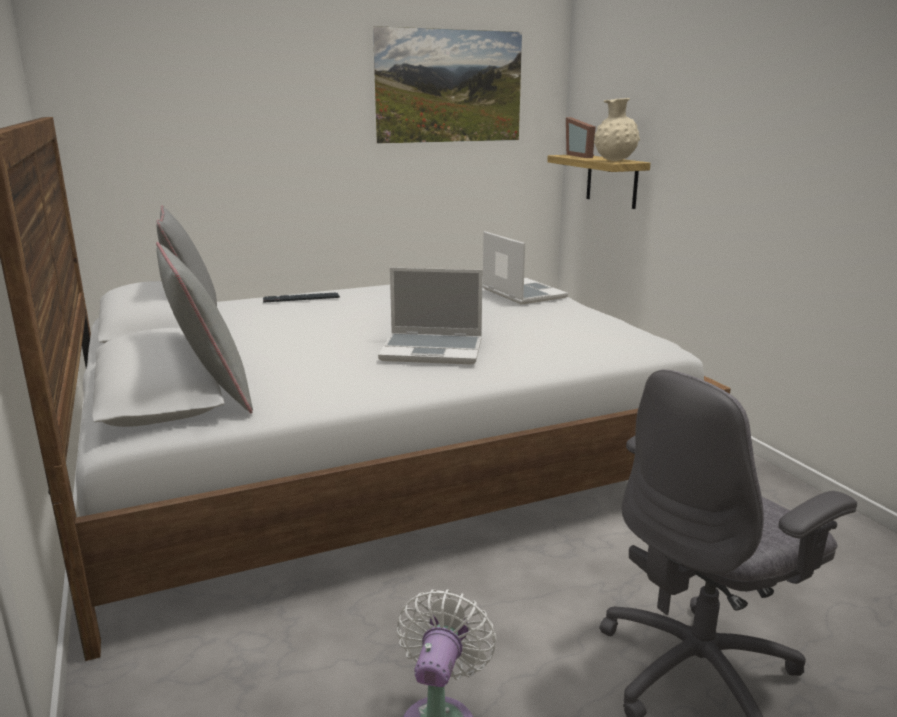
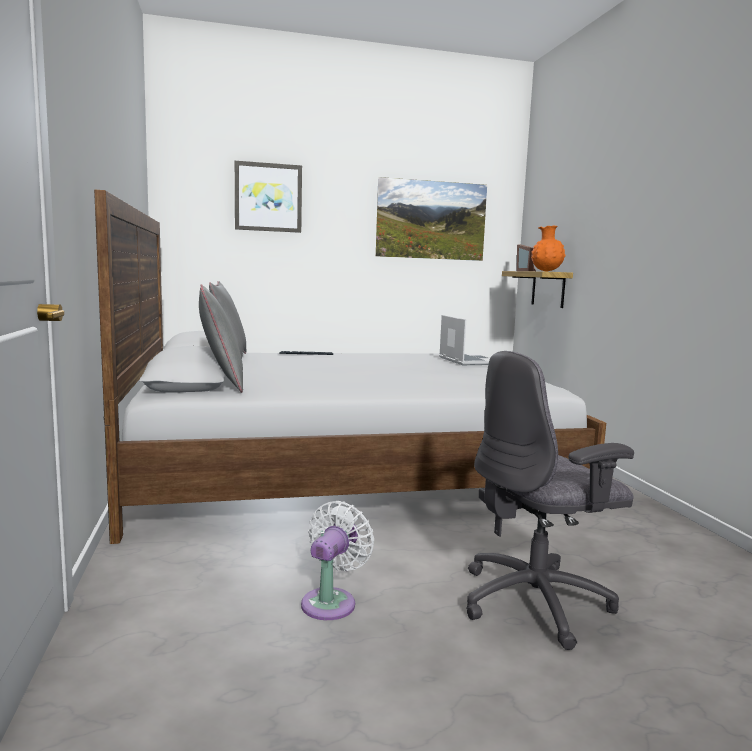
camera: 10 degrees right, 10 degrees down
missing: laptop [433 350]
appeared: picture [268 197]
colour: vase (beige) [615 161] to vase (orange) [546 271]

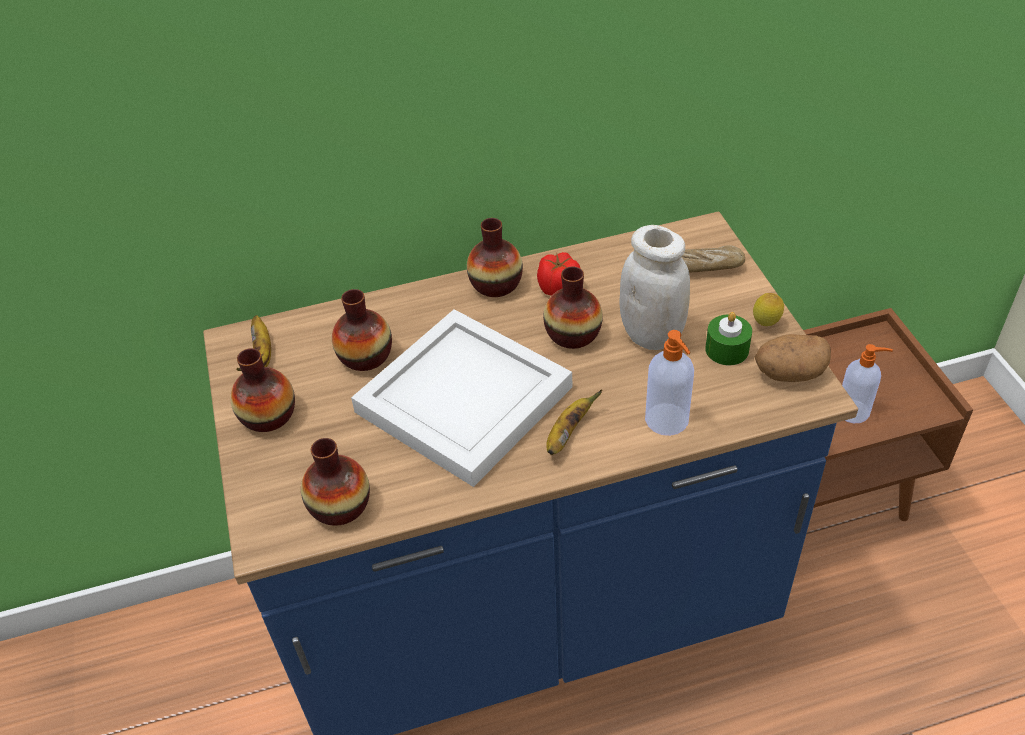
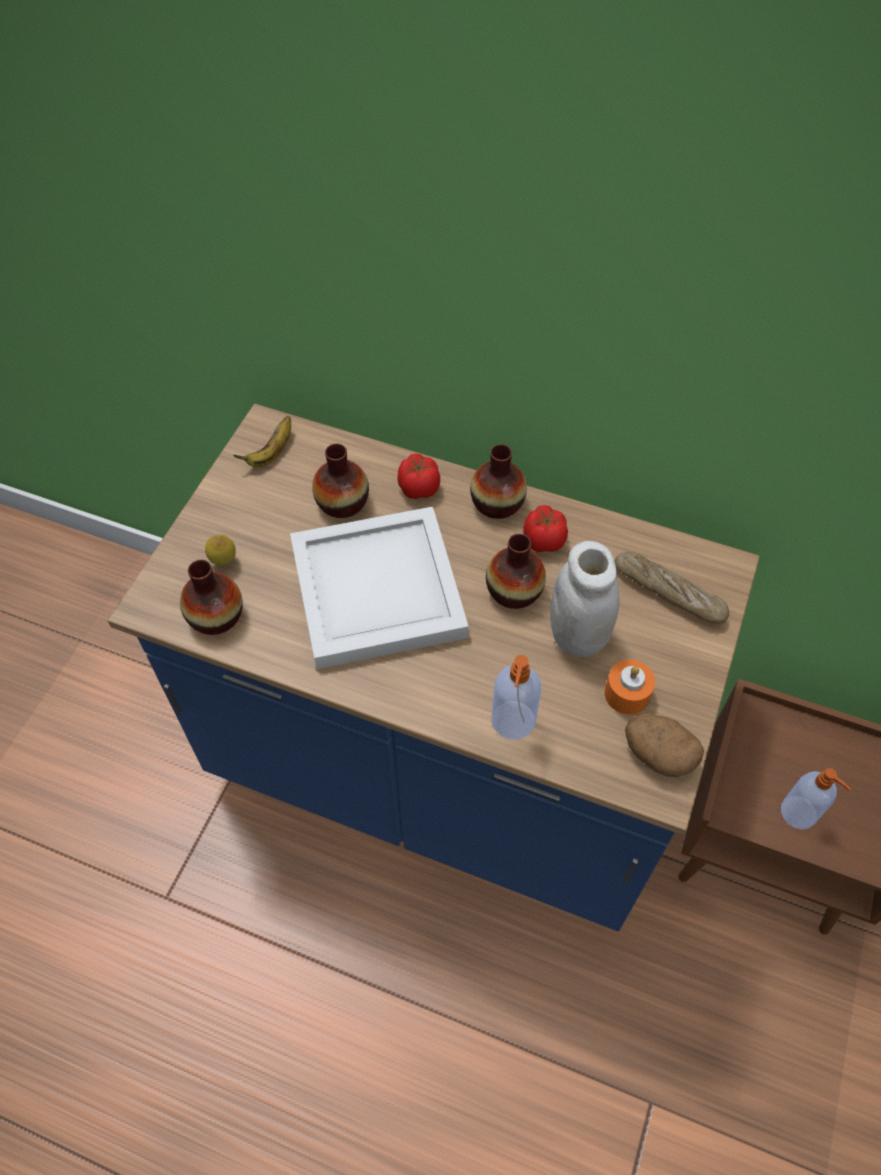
camera: 35 degrees right, 10 degrees up
missing: vase [268 415]; banana [567 433]
appeared: tomato [418 487]
relocated: lemon [765 325] to [224 562]
colour: candle (green) [727 349] to candle (orange) [627 694]

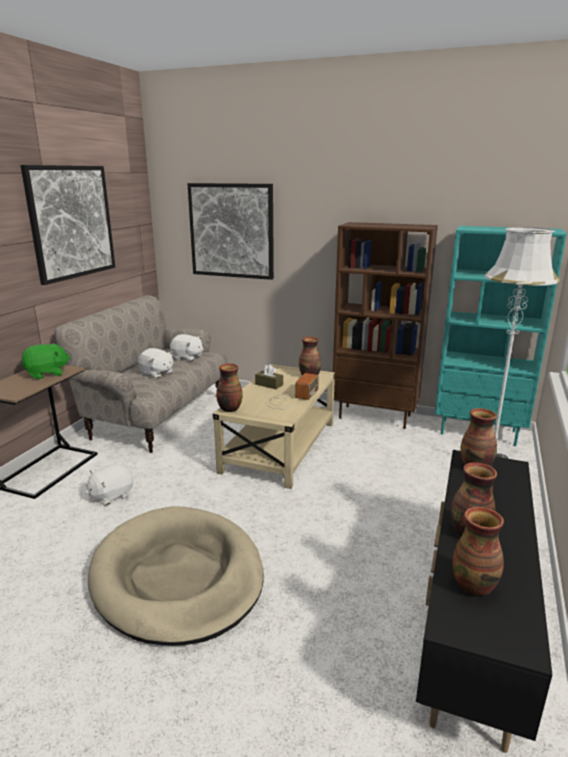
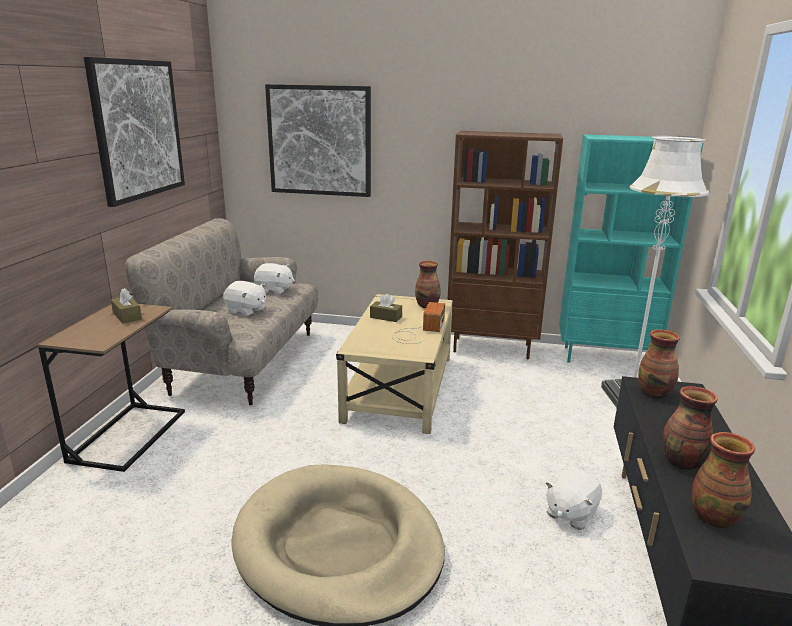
camera: 10 degrees left, 0 degrees up
missing: vase [229 409]
relocated: plush toy (white) [111 495] to [570 513]
exchanged: plush toy (green) [47 373] to tissue box (brown) [127 316]

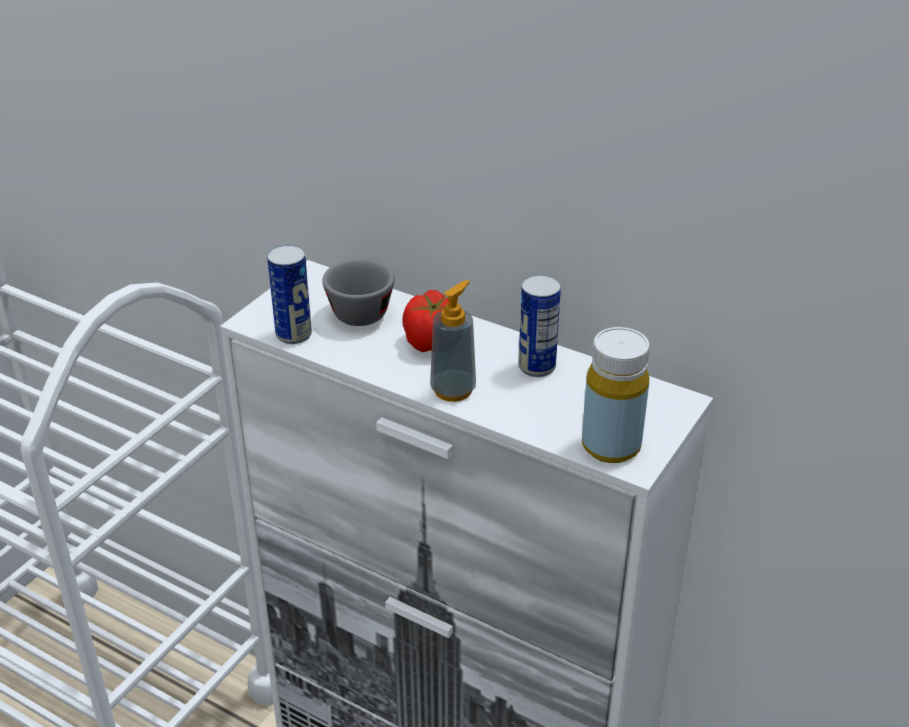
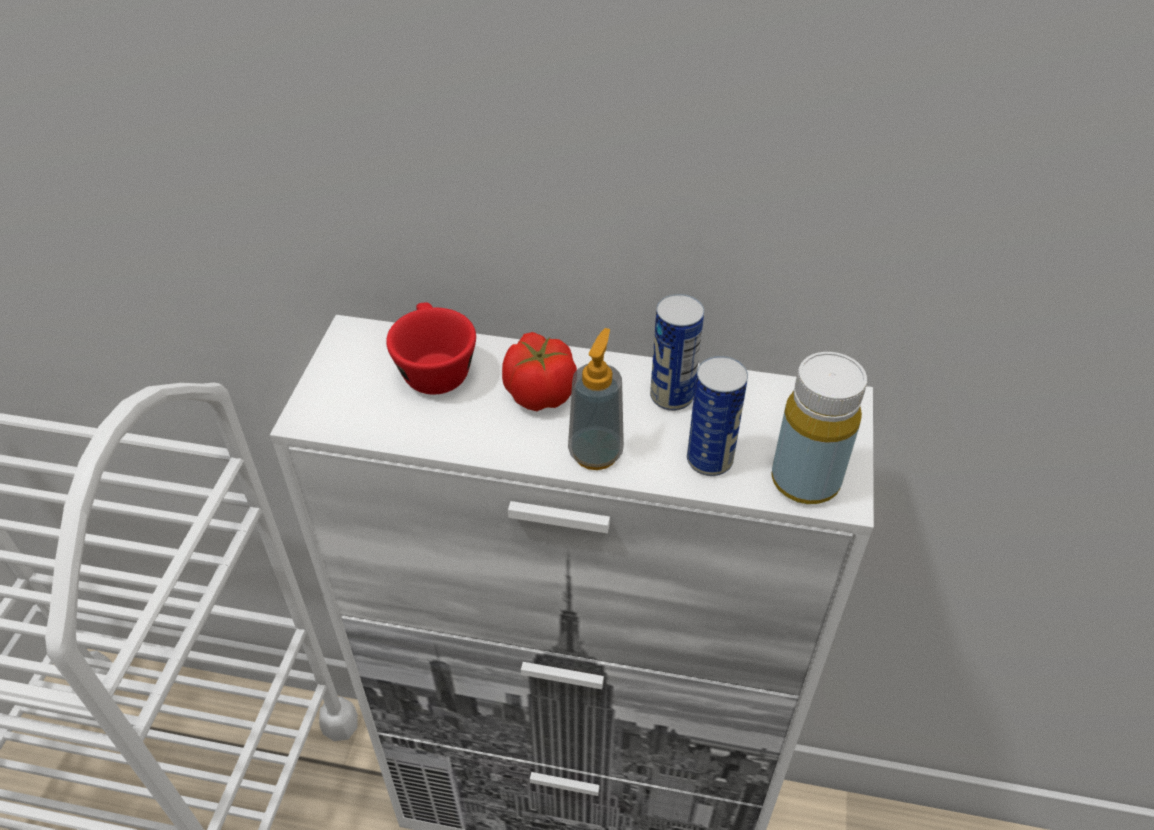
camera: 20 degrees left, 10 degrees up
relocated: can [293 334] to [709 460]
colour: cup (grey) [361 309] to cup (red) [433 368]

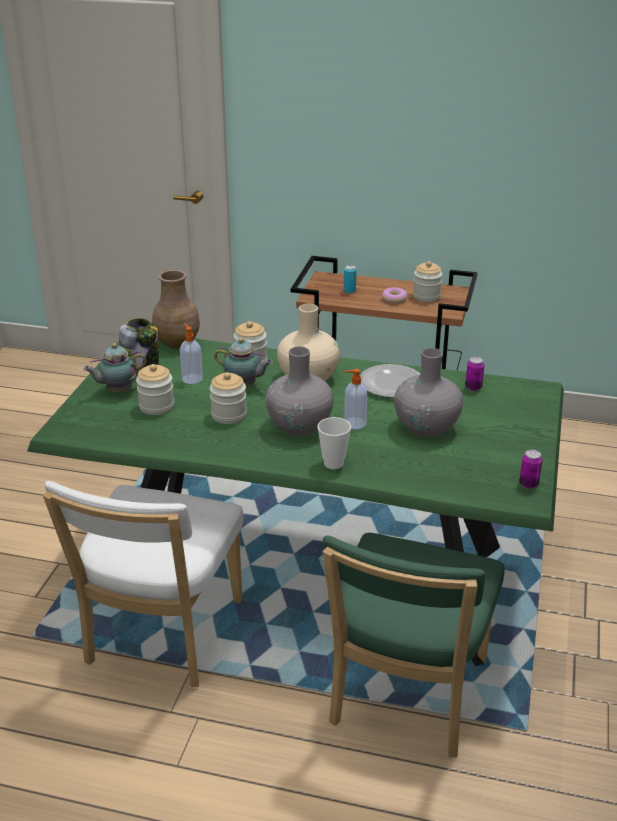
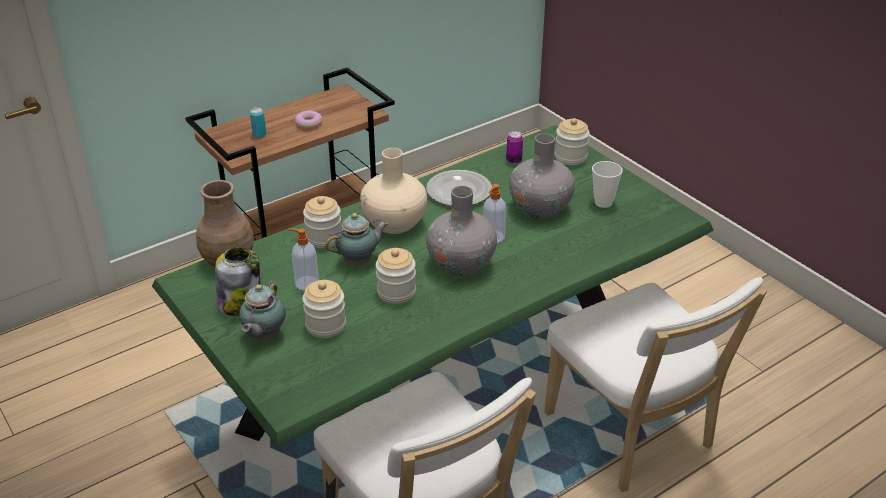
camera: 50 degrees left, 5 degrees up
missing: can [528 484]
relocated: cup [333 463] to [603 202]; jar [426 296] to [570 157]
colour: chair (green) [406 697] to chair (white) [633 435]

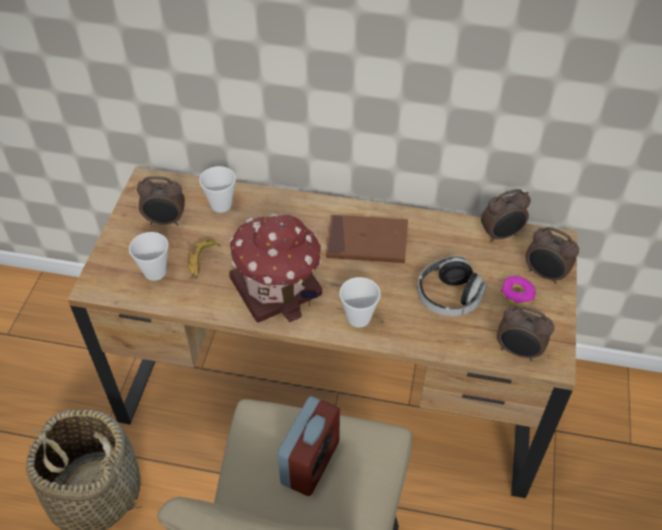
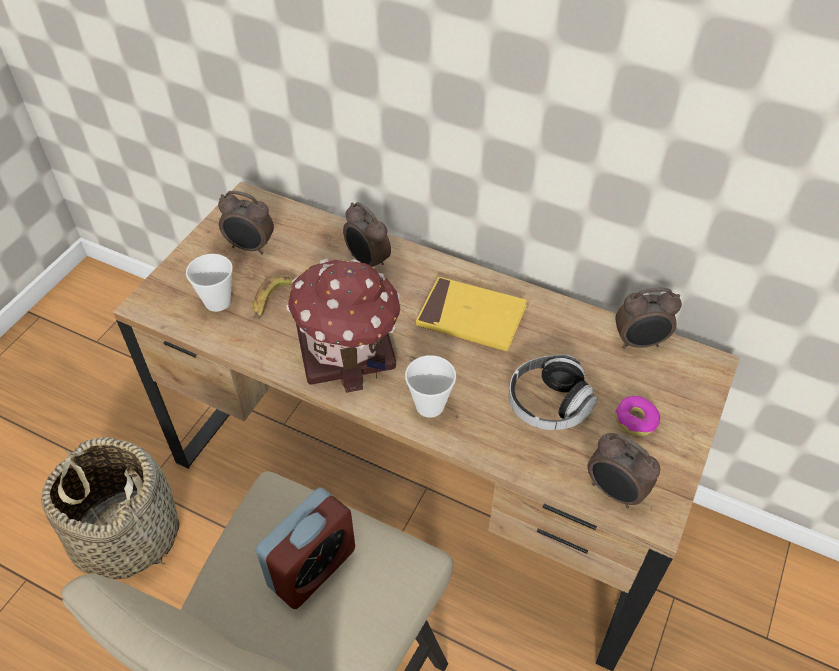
camera: 15 degrees right, 0 degrees up
missing: cup [221 205]
relocated: alarm clock [545 274] to [367 262]
colour: book (brown) [367 242] to book (yellow) [471 317]

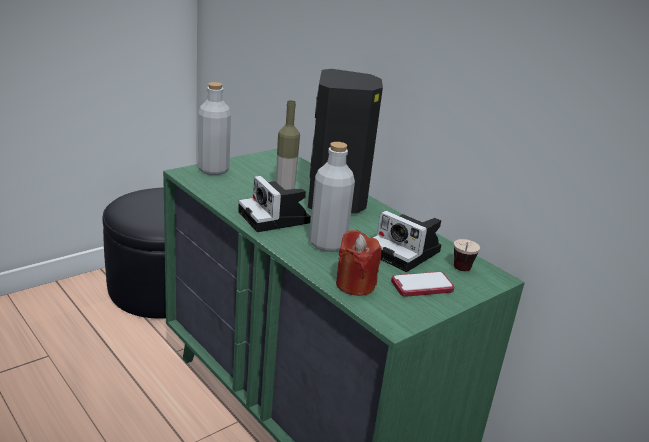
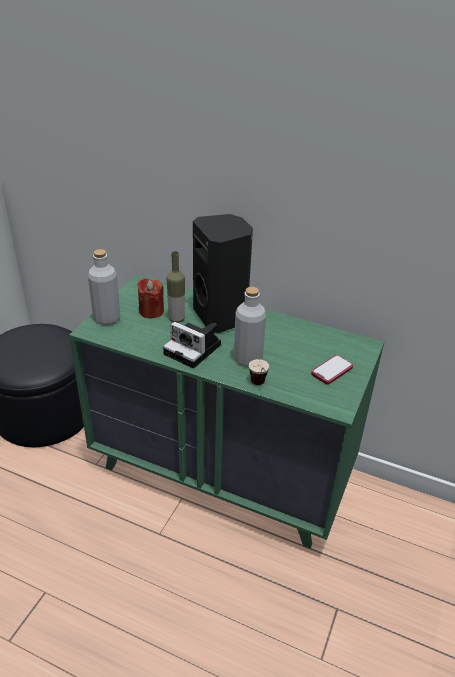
camera: 25 degrees left, 10 degrees up
missing: photo camera [406 253]
relocated: candle (red) [355 285] to [151 311]; cup [461 272] to [259 386]

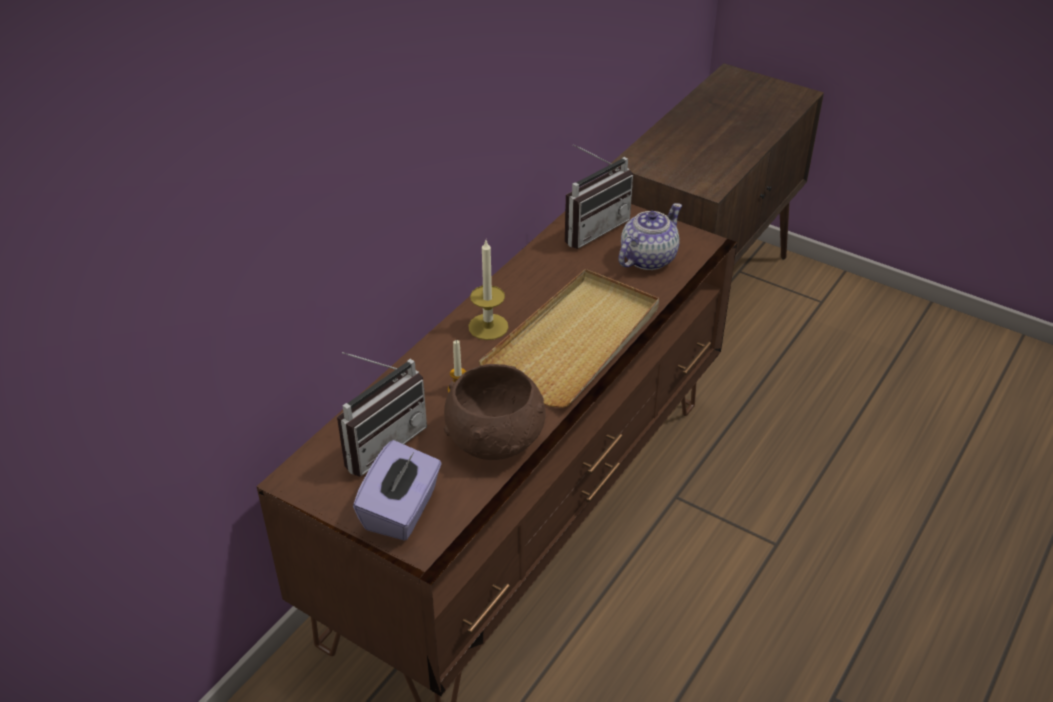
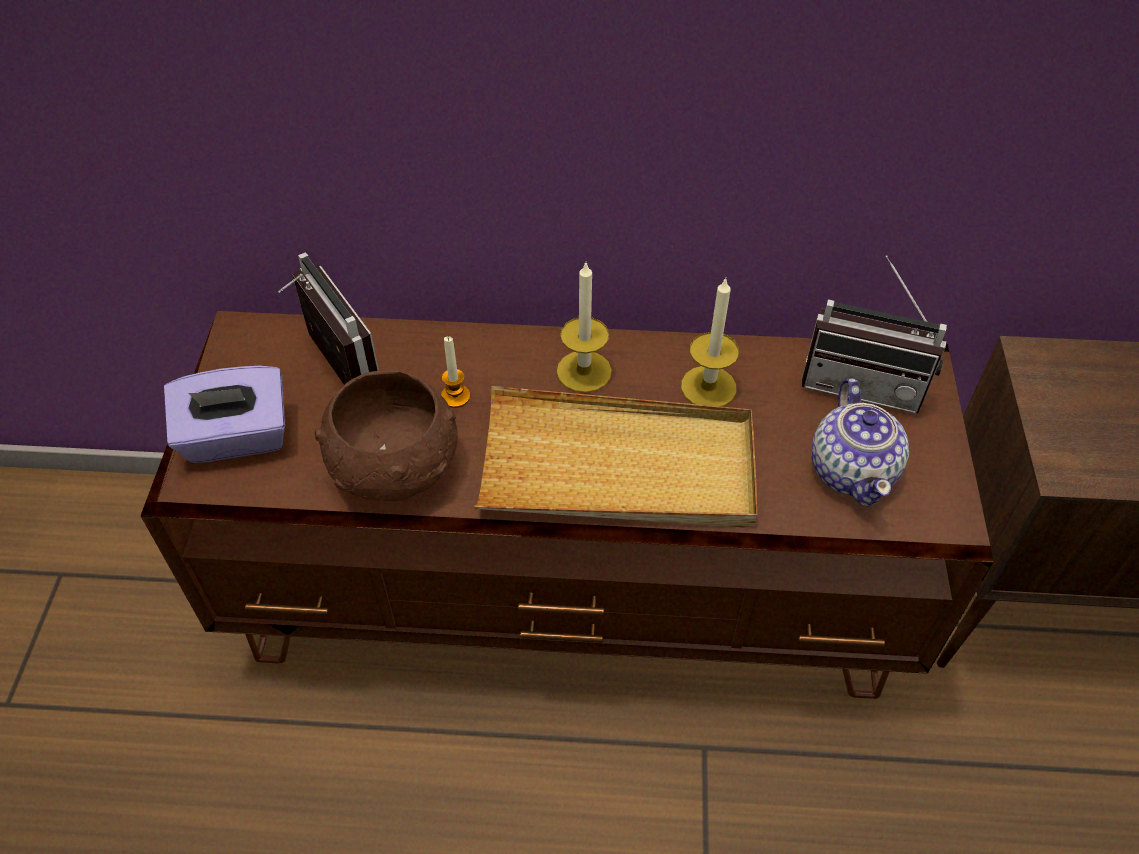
camera: 60 degrees right, 10 degrees up
appeared: candle [708 387]
spun: radio [379 441] = [331 370] 135 degrees counterclockwise; teapot [647 259] = [853 470] 75 degrees clockwise

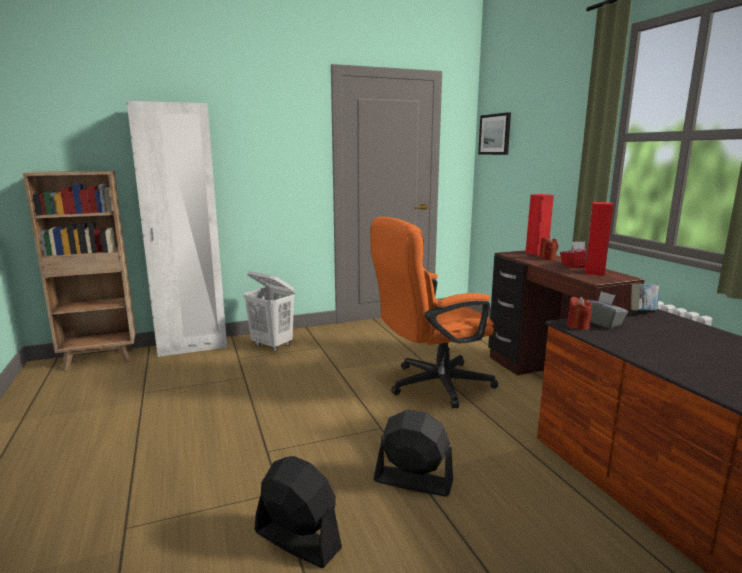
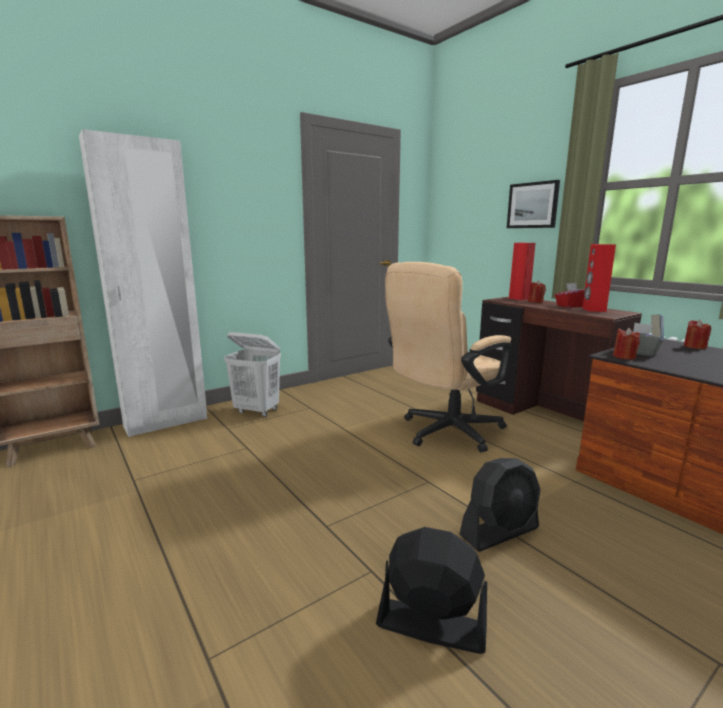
camera: 15 degrees left, 0 degrees up
appeared: candle (red) [694 346]
relocated: picture [495 134] to [532 205]
colour: office chair (orange) [431 385] to office chair (beige) [444 433]
spun: fan (black) [413 481] = [500 532] 150 degrees clockwise

